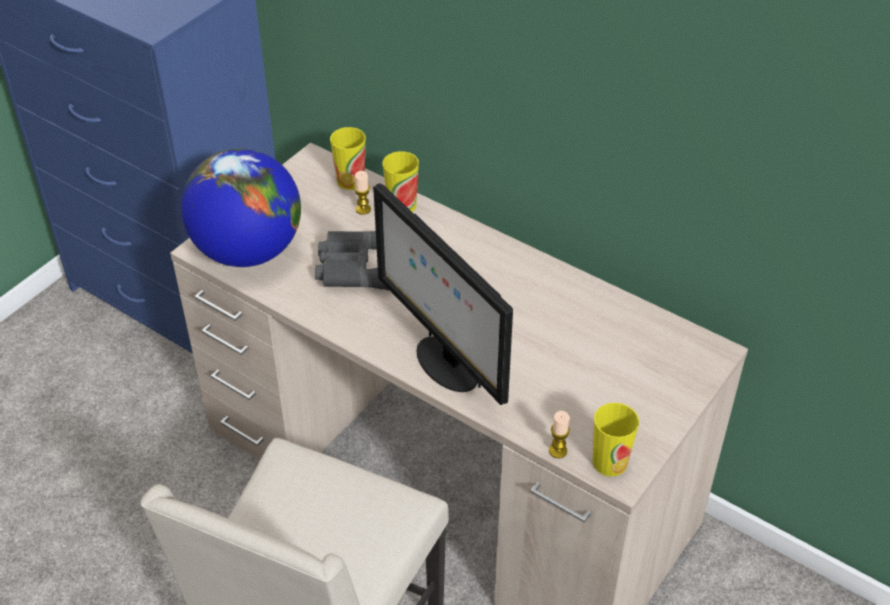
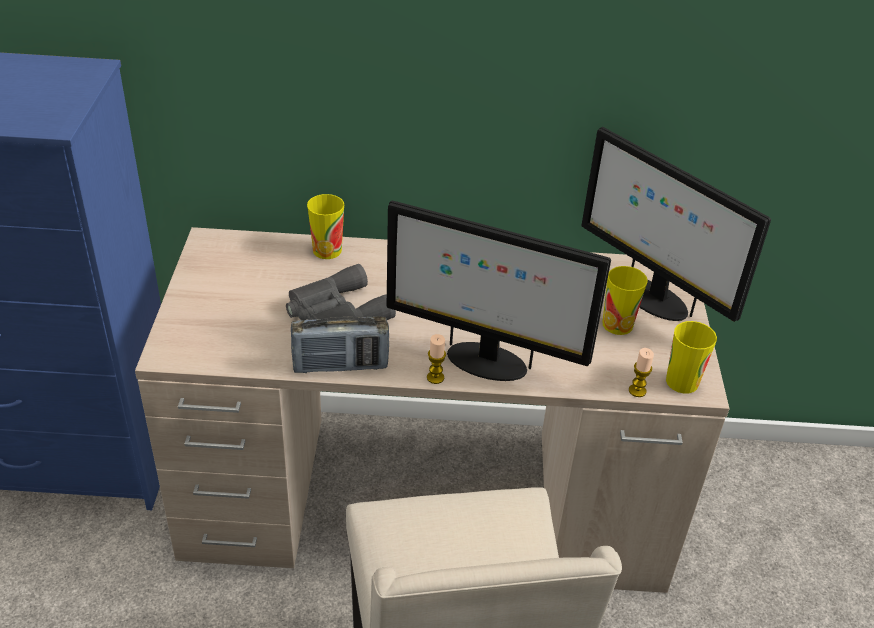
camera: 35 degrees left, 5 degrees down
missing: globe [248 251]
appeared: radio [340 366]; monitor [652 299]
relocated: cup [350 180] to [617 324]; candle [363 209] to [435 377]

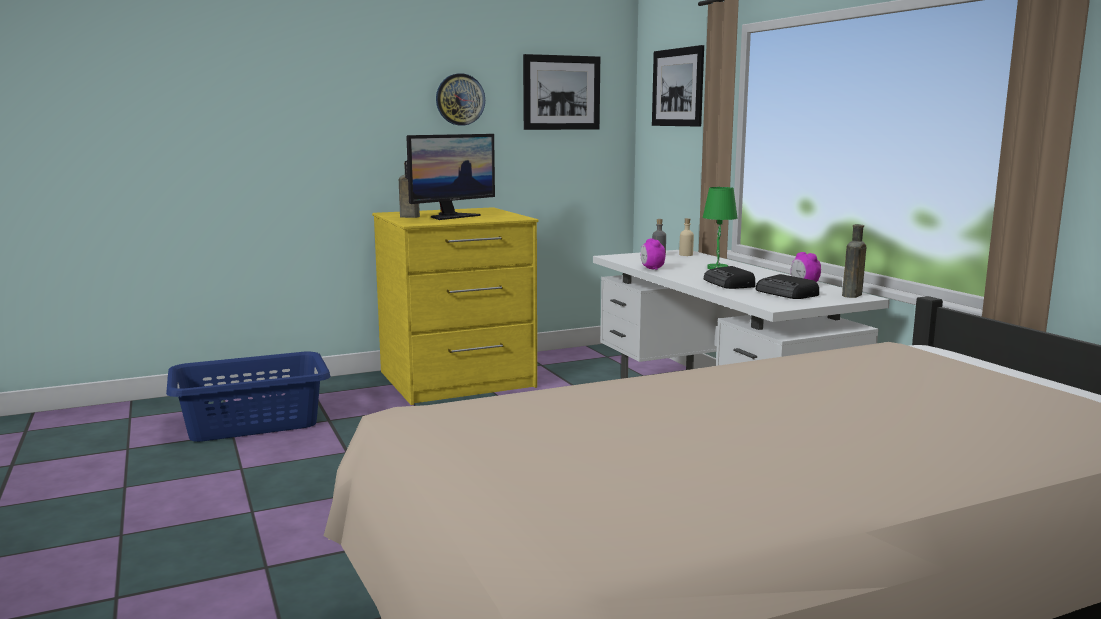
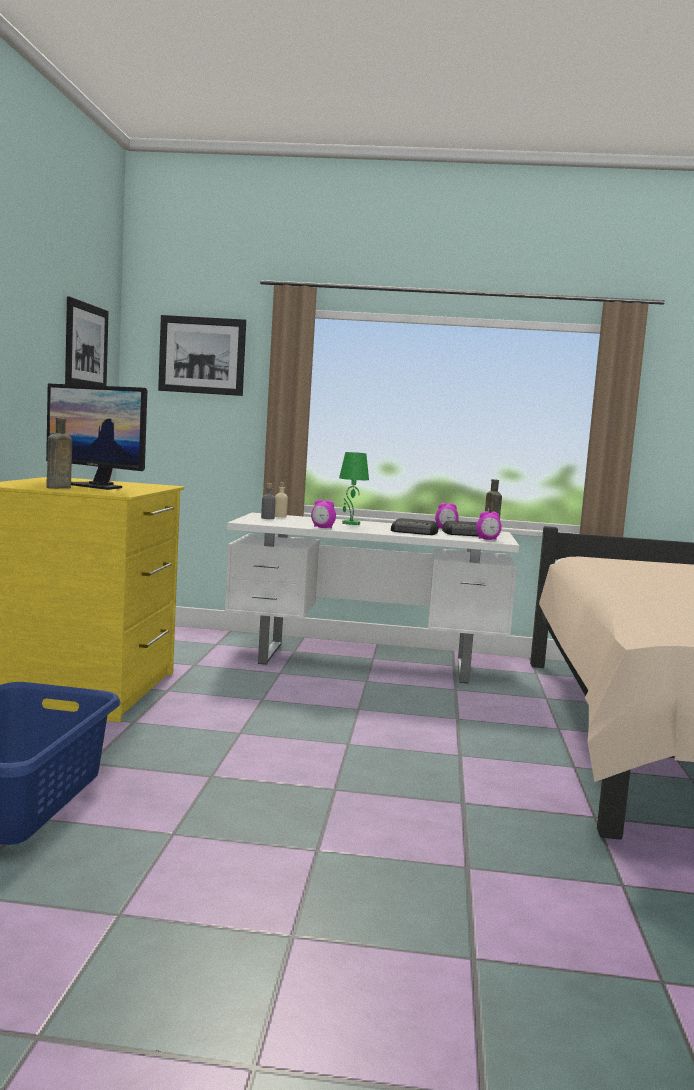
camera: 60 degrees left, 5 degrees down
missing: wall clock [460 99]
appeared: alarm clock [487 539]
spun: monitor [451 216] = [96 486] 135 degrees clockwise

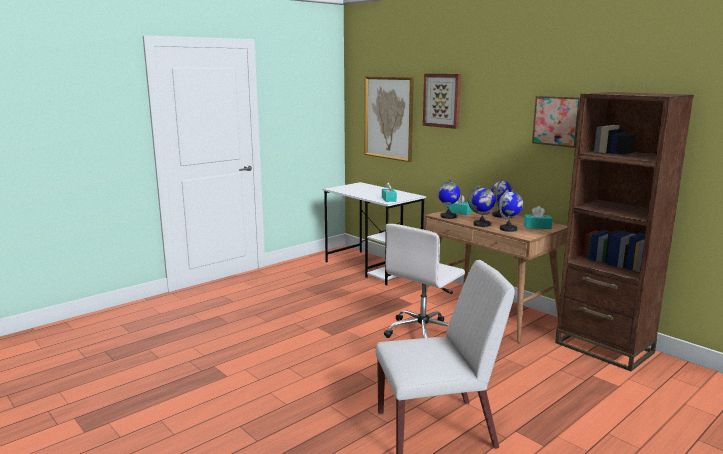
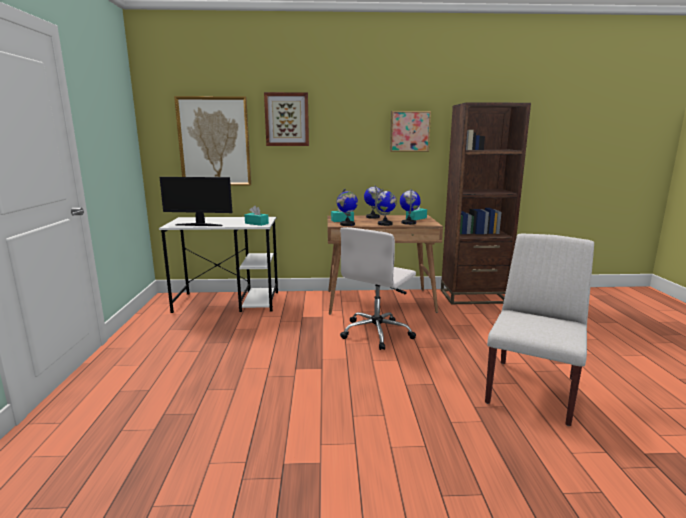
camera: 50 degrees left, 0 degrees up
appeared: monitor [199 225]
spun: office chair (white) [423 333] = [377 333] 45 degrees clockwise

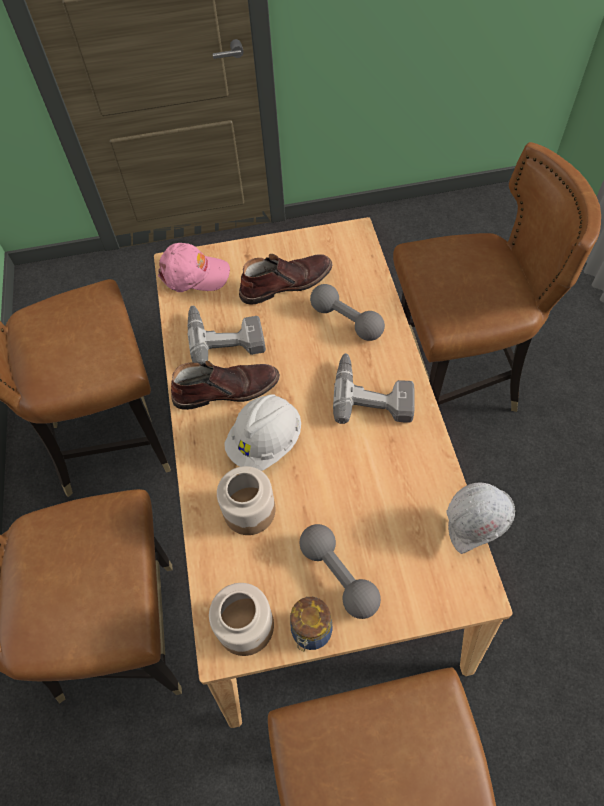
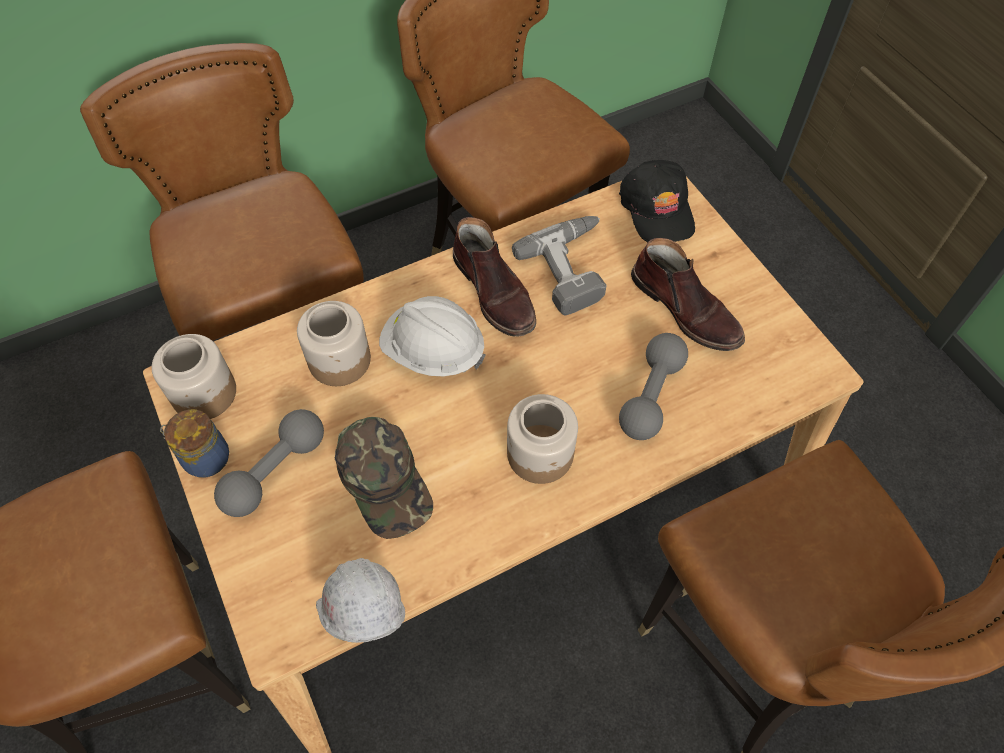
camera: 70 degrees right, 0 degrees up
appeared: cap (green) [386 482]
exchanged: power drill [373 393] to jar [541 454]
colour: cap (pink) [194 274] to cap (black) [657 209]

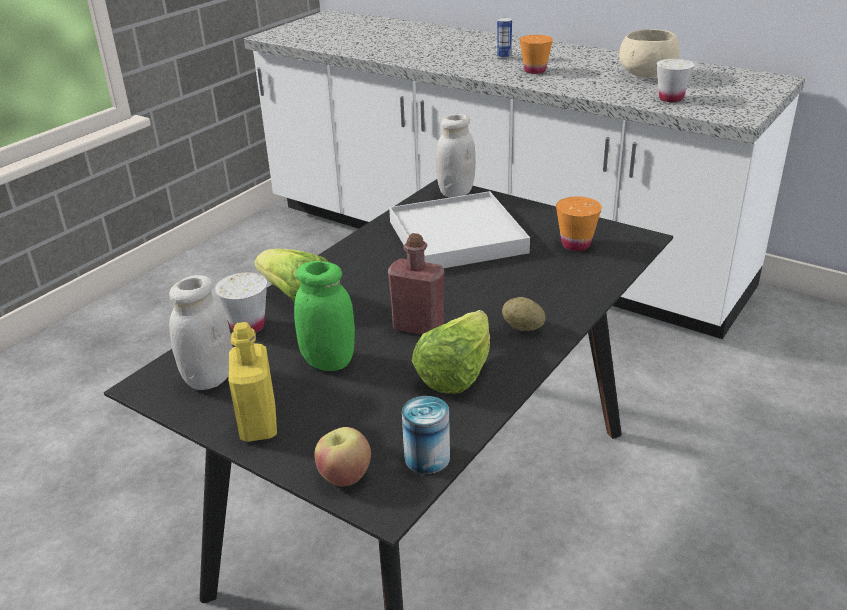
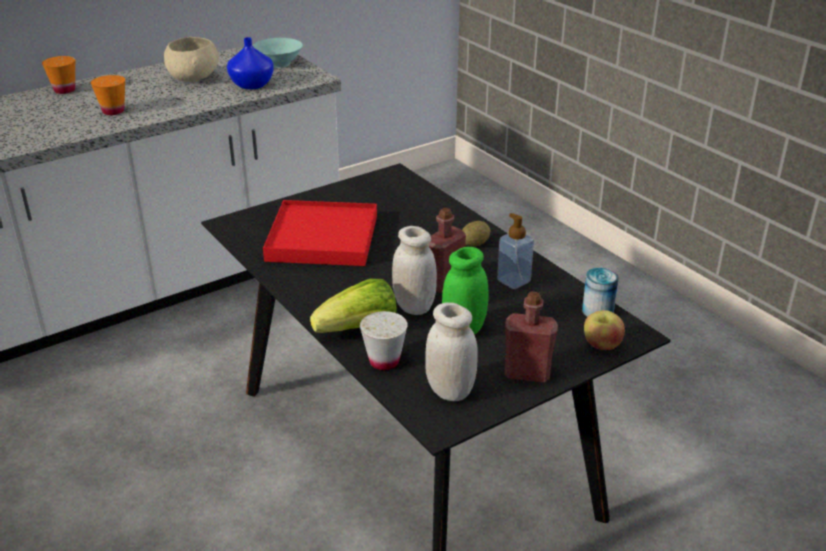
camera: 70 degrees left, 0 degrees up
missing: can [504 57]
appeared: bowl (turquoise) [279 64]
relocated: jar (white) [456 192] to [414 306]; cup (orange) [576 244] to [64 90]
exchanged: lettuce [456 374] to soap dispenser [513 281]; cup (white) [670 98] to vase (blue) [252 85]
colour: bottle (yellow) [258 424] to bottle (red) [527 373]; tray (white) [457 237] to tray (red) [323 238]

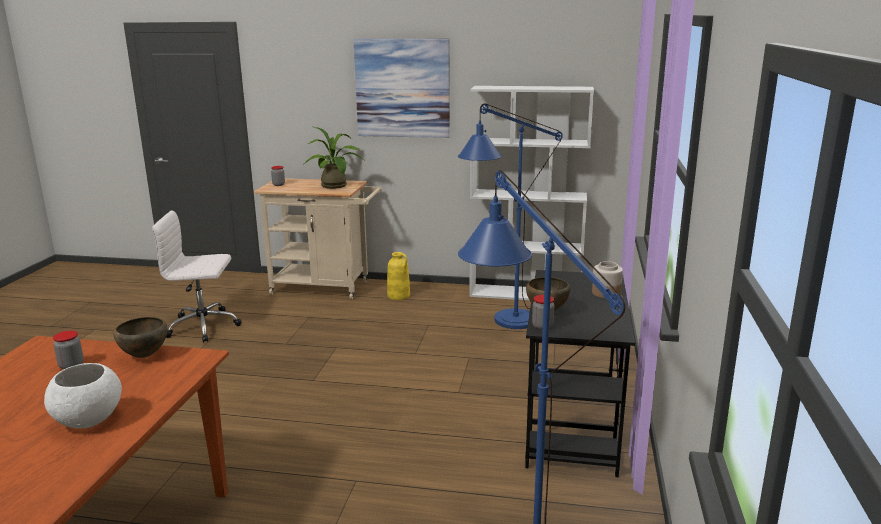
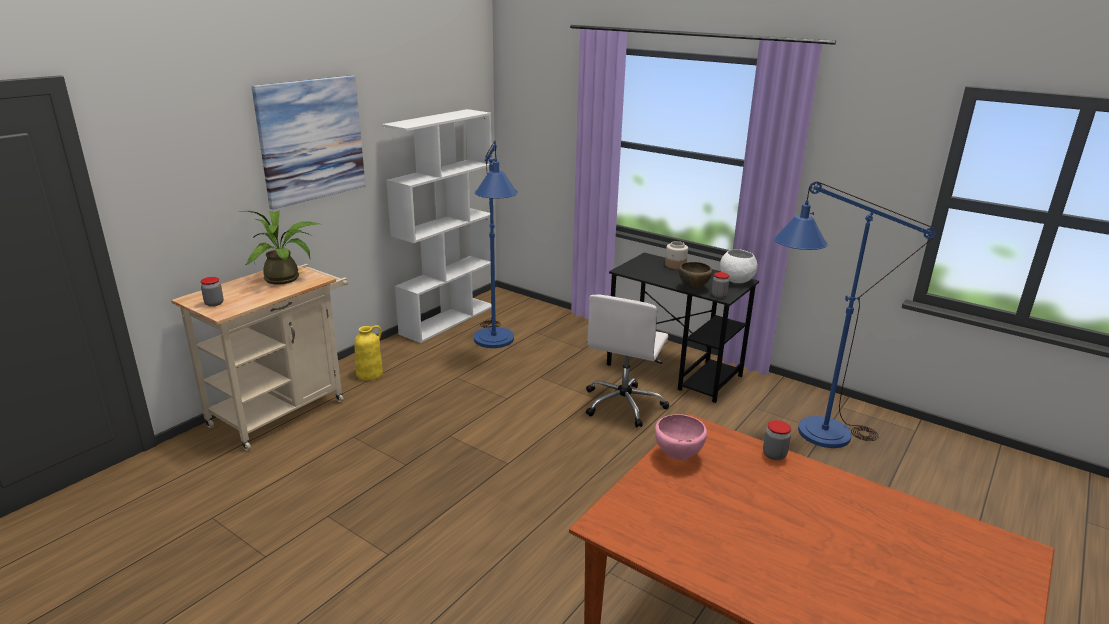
camera: 65 degrees left, 5 degrees up
relocated: bowl (white) [89 420] to [736 281]; jar [71 365] to [774 455]; office chair (white) [205 326] to [624 404]
colour: bowl (brown) [144 356] to bowl (pink) [678 456]

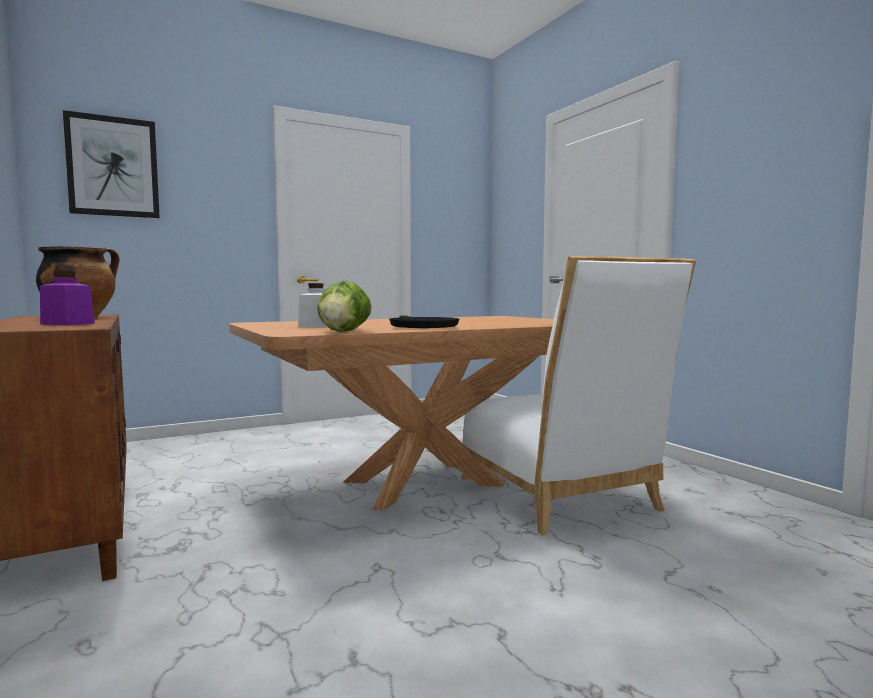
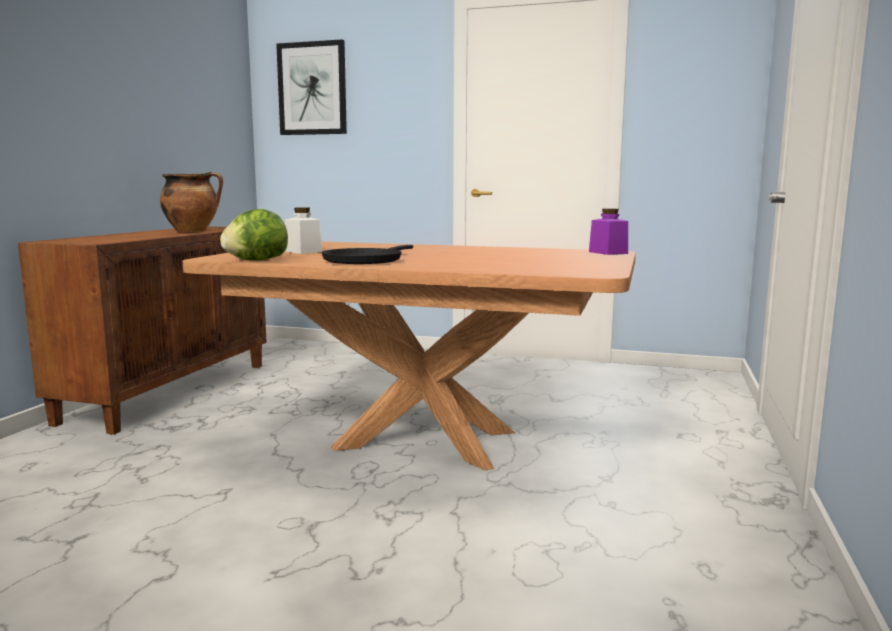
camera: 45 degrees right, 5 degrees up
missing: chair (white) [563 498]
relocated: jar (purple) [67 324] to [608 252]

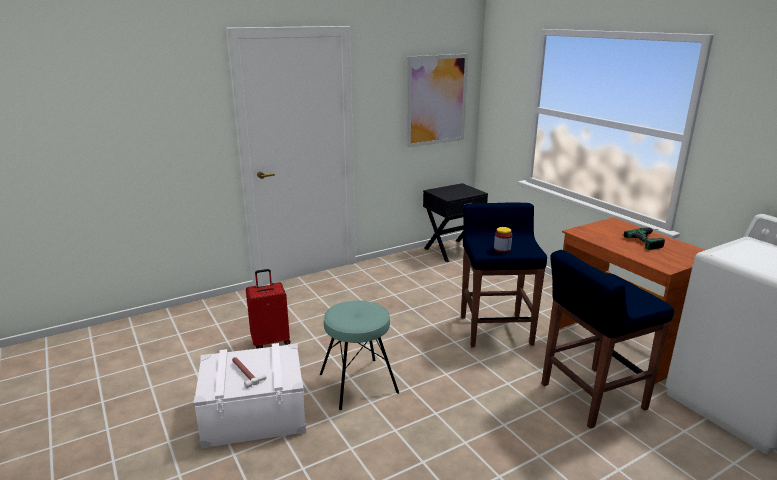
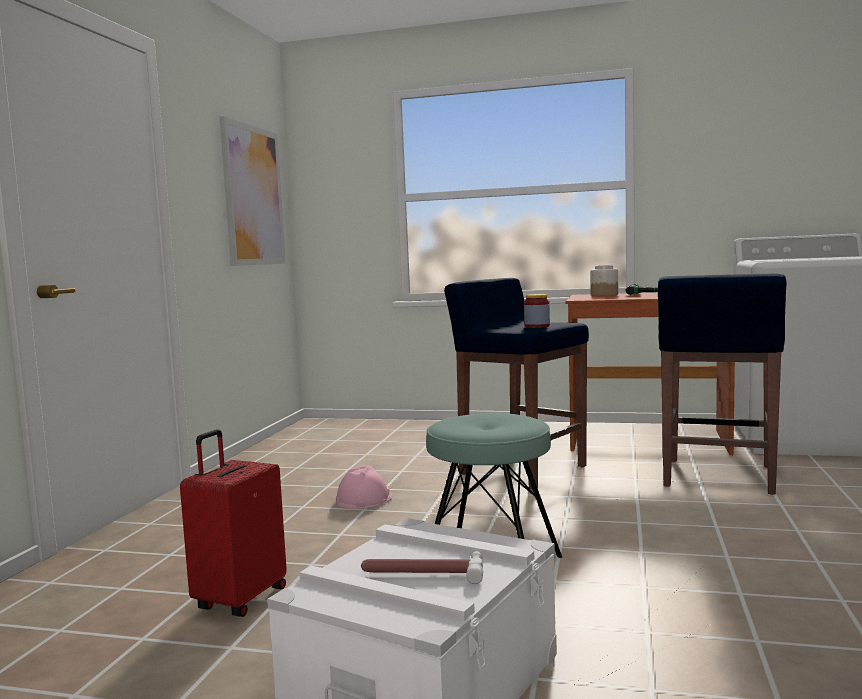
camera: 45 degrees left, 15 degrees down
missing: nightstand (black) [452 250]
appeared: hard hat (pink) [364 499]; jar [604 295]

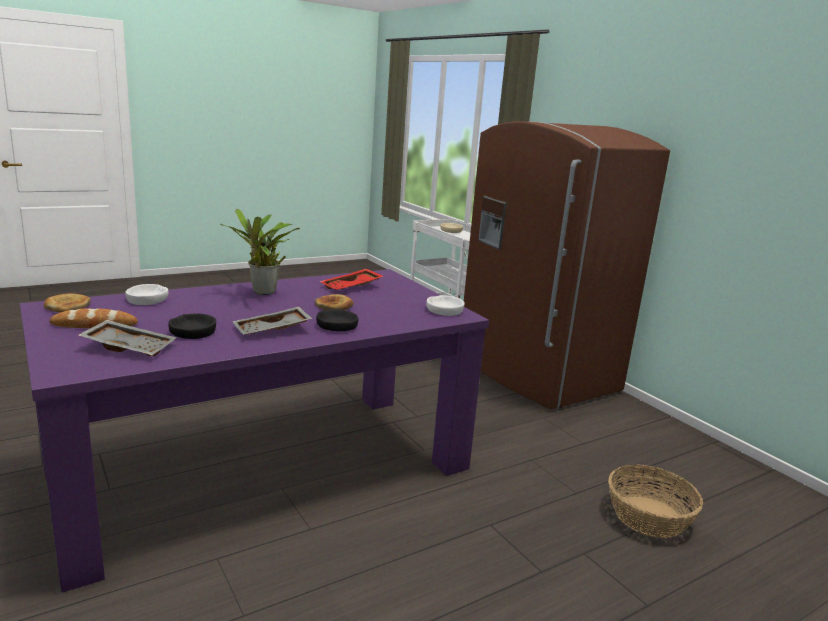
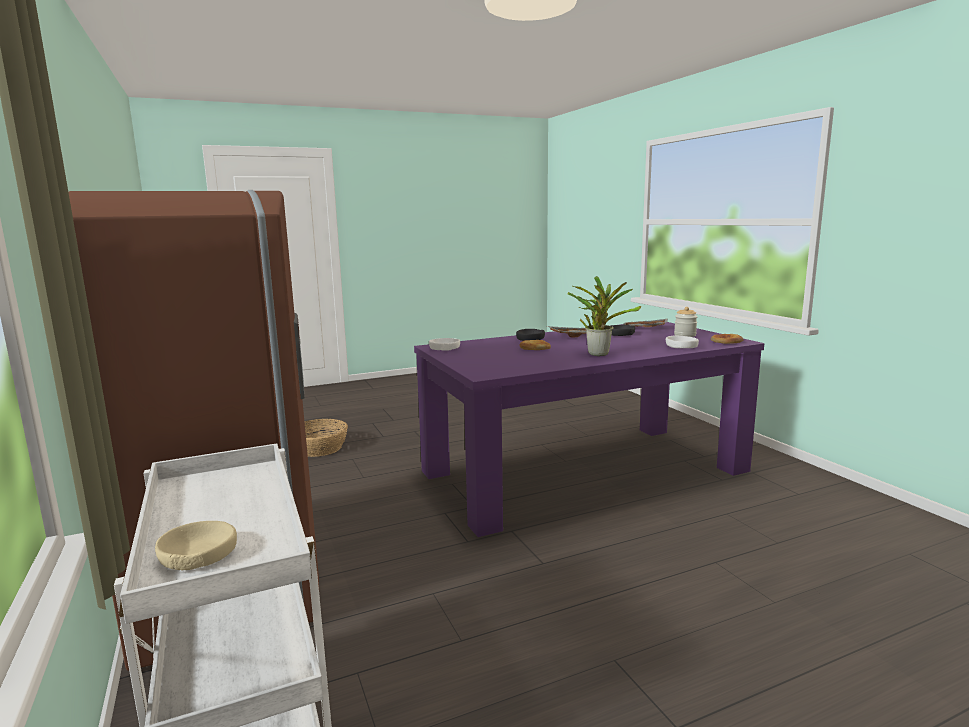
camera: 170 degrees left, 5 degrees down
missing: tray (red) [352 287]
exchanged: bread [94 325] to jar [685 335]

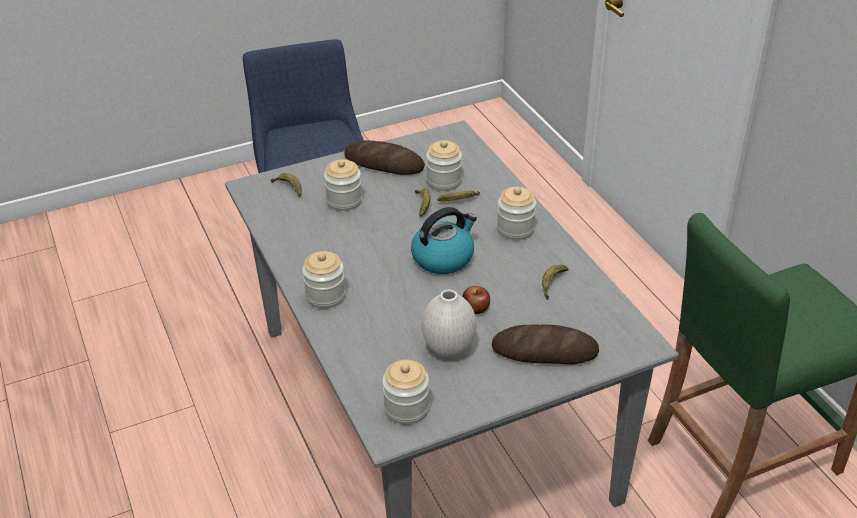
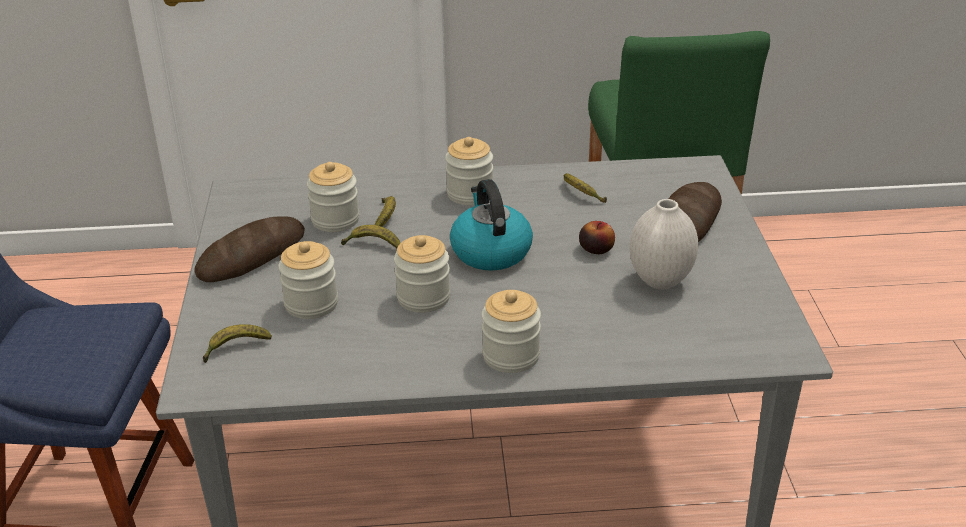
camera: 70 degrees left, 5 degrees down
relocated: jar [406 408] to [423 298]

